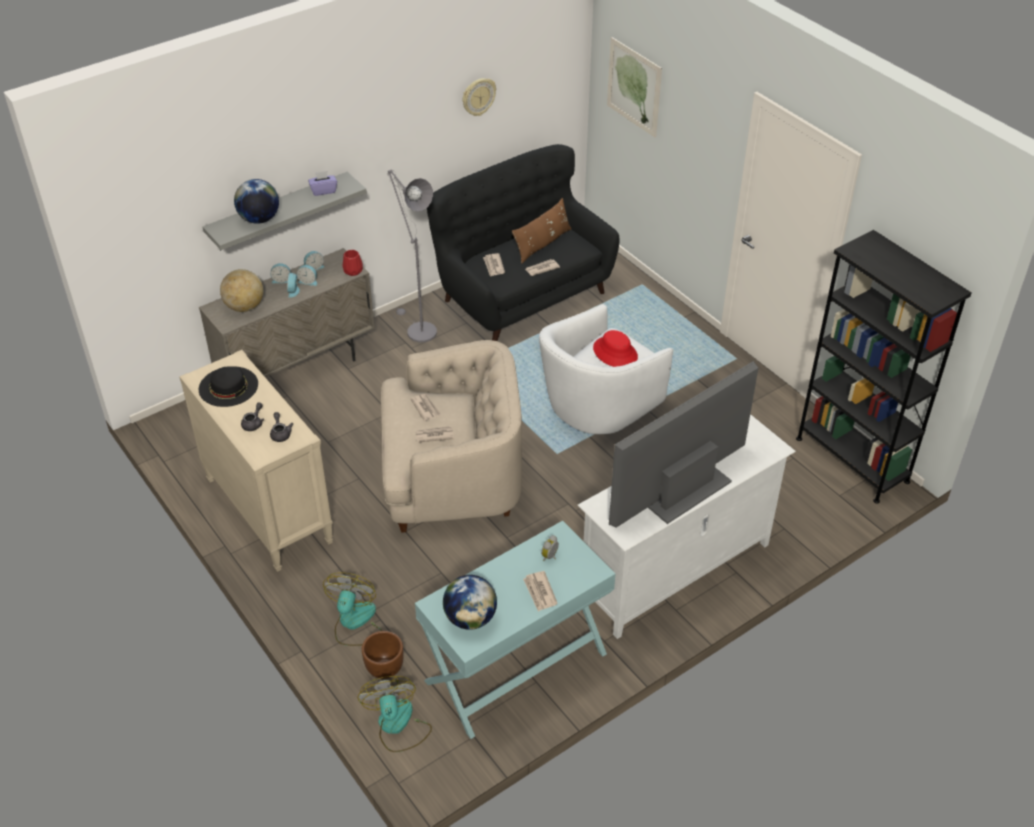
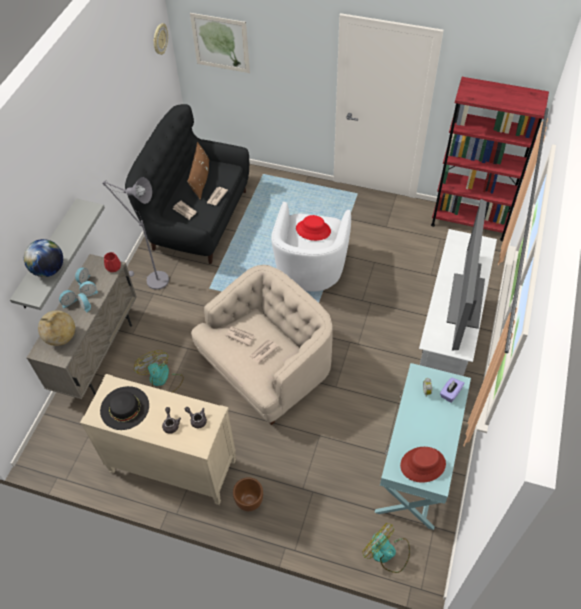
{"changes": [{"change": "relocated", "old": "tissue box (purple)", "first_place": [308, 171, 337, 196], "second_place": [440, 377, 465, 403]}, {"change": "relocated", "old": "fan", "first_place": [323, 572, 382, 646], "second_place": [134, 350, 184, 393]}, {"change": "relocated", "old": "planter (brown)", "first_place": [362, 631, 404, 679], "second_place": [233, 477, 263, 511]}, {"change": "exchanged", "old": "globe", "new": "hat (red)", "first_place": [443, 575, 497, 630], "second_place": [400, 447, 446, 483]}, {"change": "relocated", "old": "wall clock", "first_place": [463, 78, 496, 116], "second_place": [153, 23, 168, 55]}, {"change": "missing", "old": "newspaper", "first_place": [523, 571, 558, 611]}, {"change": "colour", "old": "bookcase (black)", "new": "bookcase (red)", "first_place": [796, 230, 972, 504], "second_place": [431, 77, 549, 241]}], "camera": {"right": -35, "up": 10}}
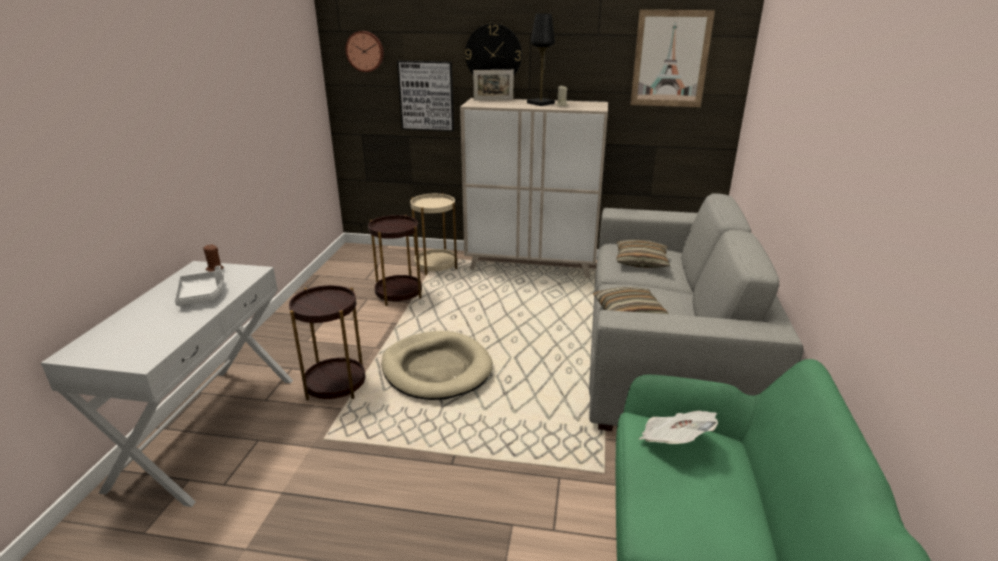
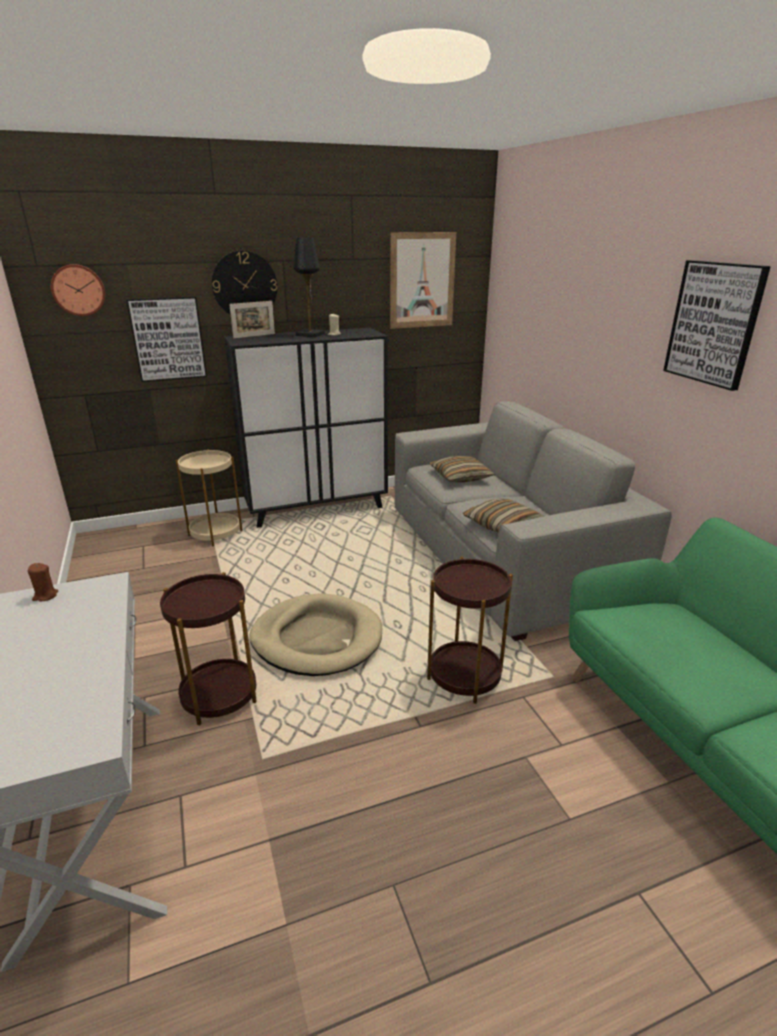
{"changes": [{"change": "missing", "old": "tray (grey)", "first_place": [175, 266, 224, 306]}, {"change": "relocated", "old": "side table (brown)", "first_place": [368, 215, 422, 306], "second_place": [427, 557, 513, 704]}, {"change": "colour", "old": "cabinet (beige)", "new": "cabinet (black)", "first_place": [460, 98, 608, 278], "second_place": [224, 328, 388, 528]}, {"change": "missing", "old": "newspaper", "first_place": [639, 411, 718, 444]}, {"change": "appeared", "new": "picture", "second_place": [663, 260, 771, 391]}], "camera": {"right": -30, "up": 0}}
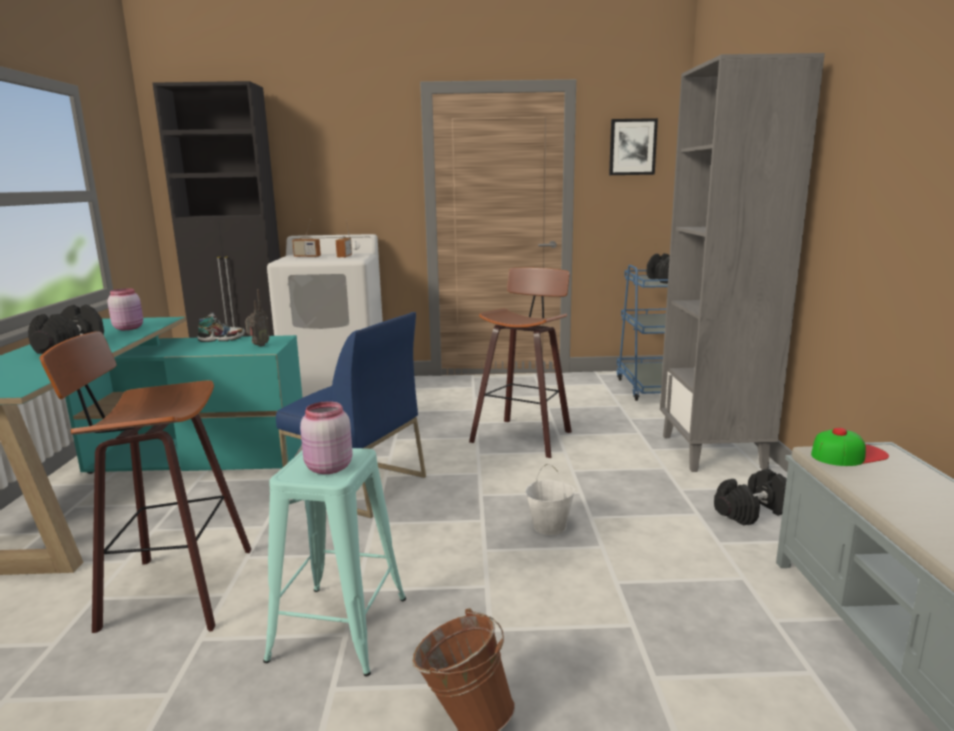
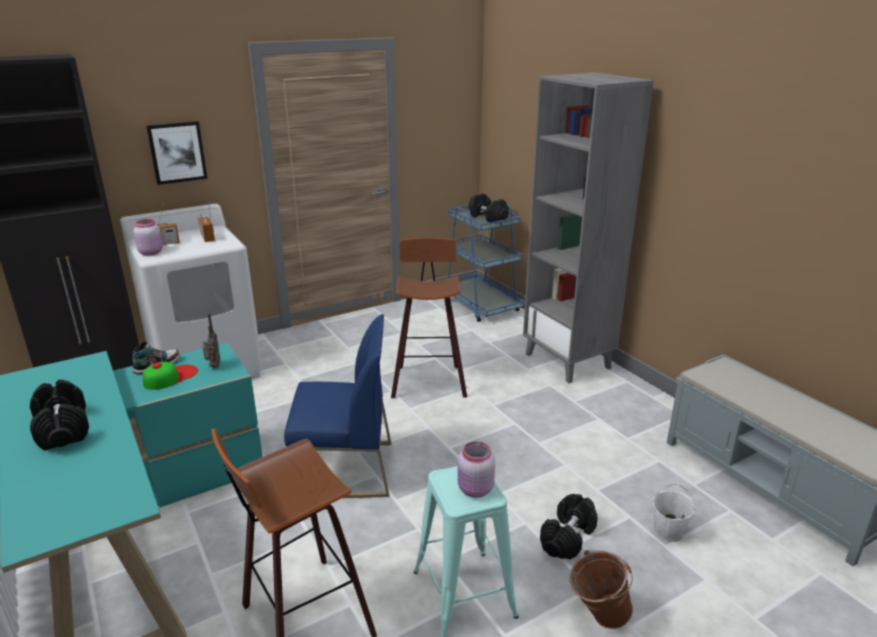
{"changes": [{"change": "relocated", "old": "jar (pink)", "first_place": [107, 288, 143, 330], "second_place": [133, 219, 163, 256]}, {"change": "relocated", "old": "bucket (white)", "first_place": [525, 464, 575, 535], "second_place": [652, 484, 696, 542]}, {"change": "relocated", "old": "picture", "first_place": [609, 118, 658, 175], "second_place": [146, 121, 208, 185]}, {"change": "relocated", "old": "dumbbell (black)", "first_place": [714, 469, 787, 526], "second_place": [540, 494, 598, 559]}, {"change": "relocated", "old": "cap", "first_place": [811, 428, 889, 466], "second_place": [143, 362, 198, 390]}], "camera": {"right": -30, "up": 10}}
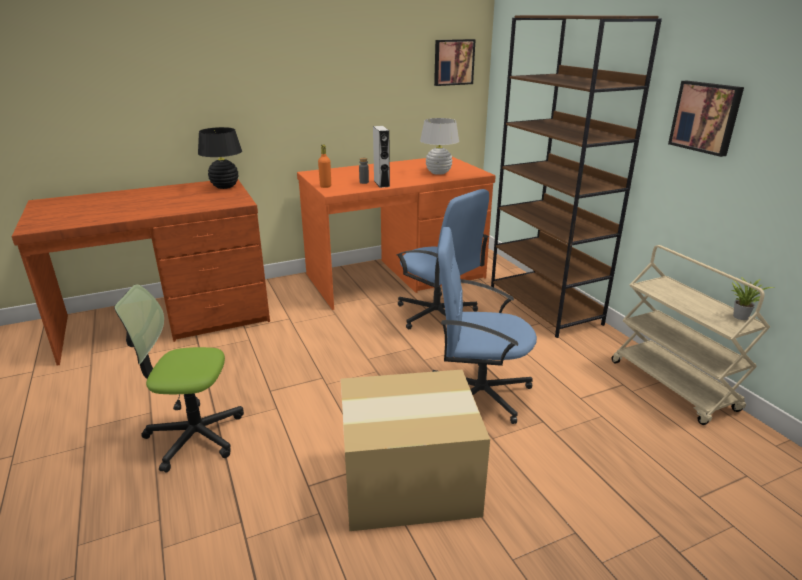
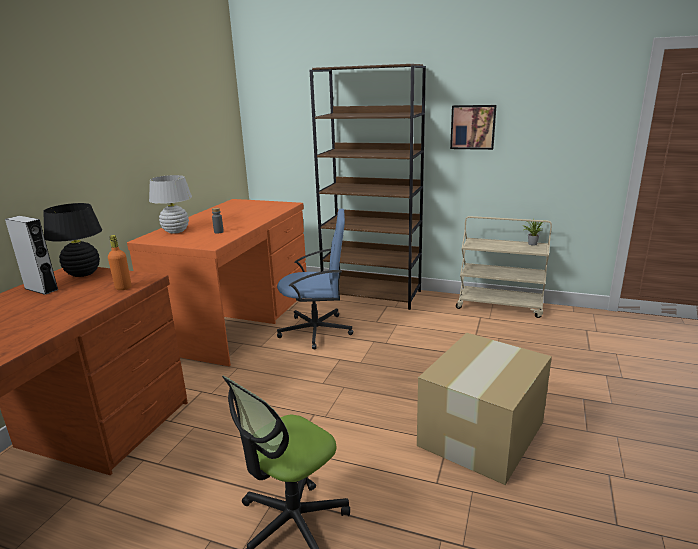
{"changes": [{"change": "relocated", "old": "bottle (orange)", "first_place": [318, 145, 331, 188], "second_place": [108, 235, 131, 290]}, {"change": "relocated", "old": "speaker (grey)", "first_place": [373, 126, 390, 188], "second_place": [5, 216, 59, 295]}, {"change": "relocated", "old": "table lamp (white)", "first_place": [420, 118, 459, 175], "second_place": [149, 175, 192, 234]}, {"change": "missing", "old": "office chair (blue)", "first_place": [432, 227, 537, 424]}, {"change": "missing", "old": "picture", "first_place": [434, 39, 476, 86]}], "camera": {"right": -45, "up": -5}}
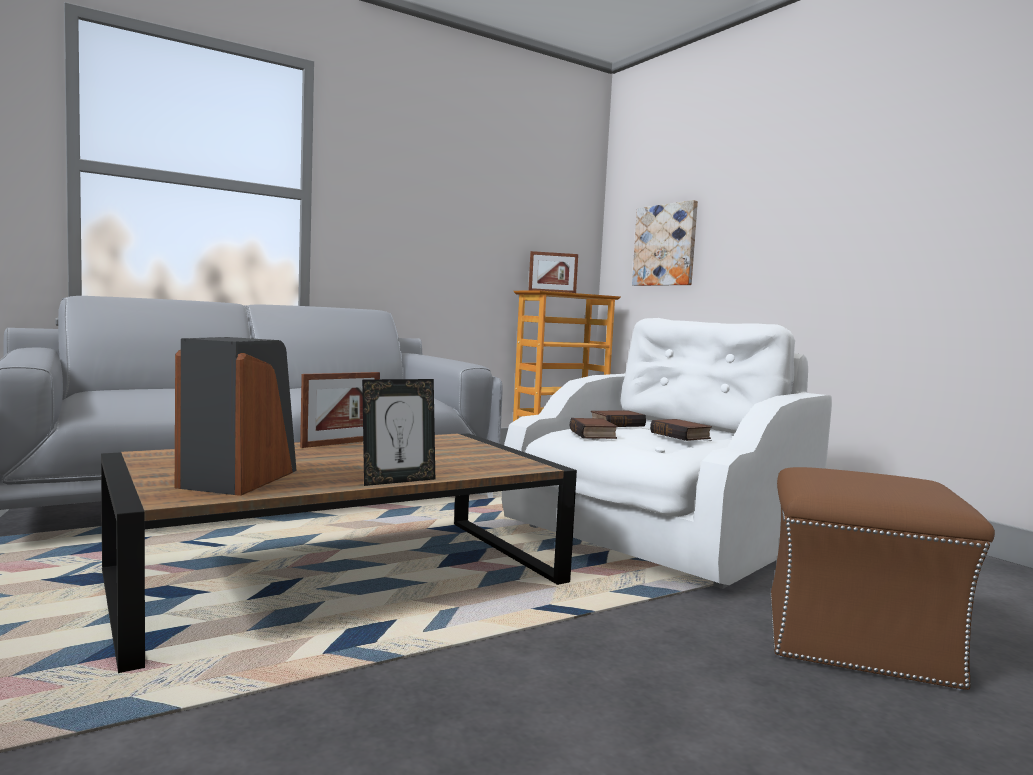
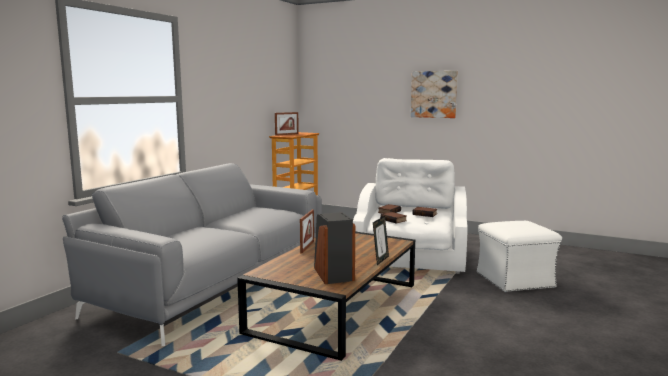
{"changes": [{"change": "relocated", "old": "picture", "first_place": [632, 200, 698, 286], "second_place": [411, 71, 458, 118]}, {"change": "colour", "old": "ottoman (brown)", "new": "ottoman (white)", "first_place": [770, 467, 995, 691], "second_place": [477, 221, 562, 292]}], "camera": {"right": -30, "up": 5}}
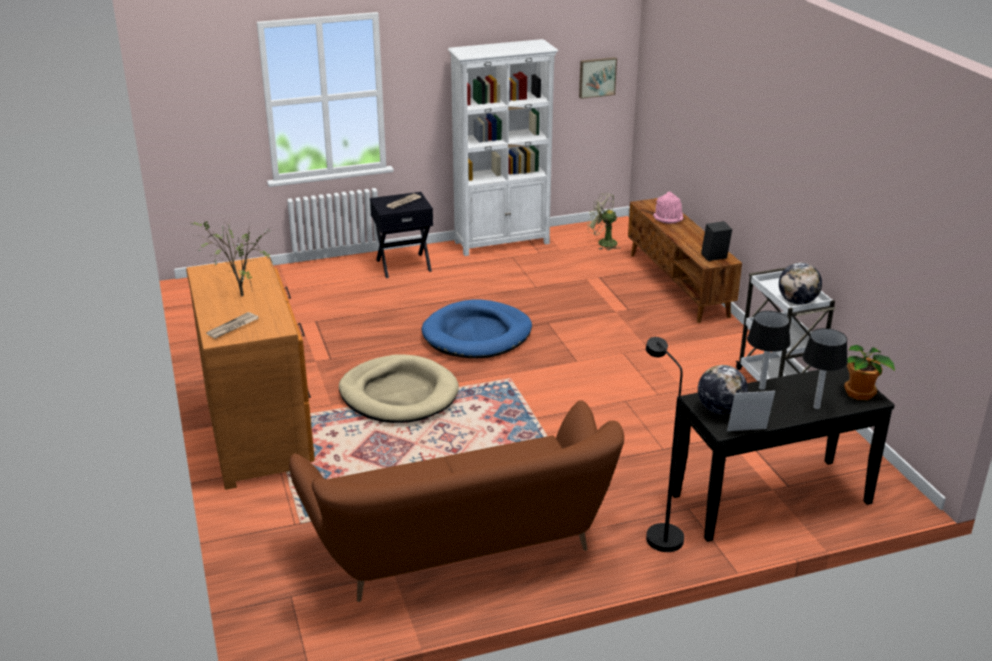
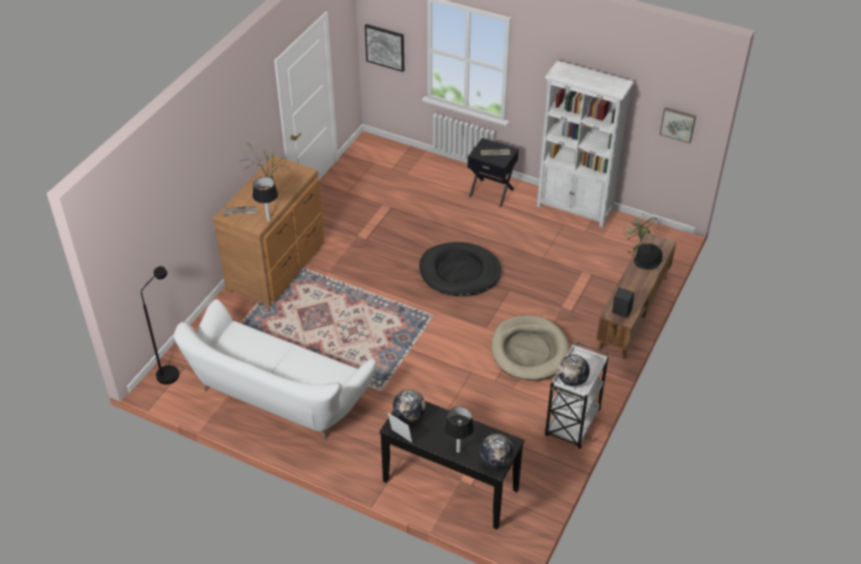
{"changes": [{"change": "colour", "old": "sofa (brown)", "new": "sofa (white)", "first_place": [289, 400, 624, 602], "second_place": [174, 299, 376, 441]}, {"change": "relocated", "old": "dog bed (beige)", "first_place": [339, 354, 459, 423], "second_place": [491, 315, 570, 381]}, {"change": "colour", "old": "dog bed (blue)", "new": "dog bed (black)", "first_place": [422, 299, 532, 358], "second_place": [419, 242, 501, 296]}, {"change": "relocated", "old": "floor lamp (black)", "first_place": [646, 337, 684, 552], "second_place": [141, 266, 179, 385]}, {"change": "colour", "old": "hat (pink)", "new": "hat (black)", "first_place": [653, 192, 683, 224], "second_place": [634, 243, 663, 270]}, {"change": "relocated", "old": "table lamp", "first_place": [747, 311, 791, 390], "second_place": [253, 177, 278, 221]}, {"change": "exchanged", "old": "potted plant", "new": "globe", "first_place": [844, 345, 895, 400], "second_place": [480, 434, 514, 468]}, {"change": "appeared", "new": "picture", "second_place": [365, 24, 404, 72]}], "camera": {"right": 45, "up": 15}}
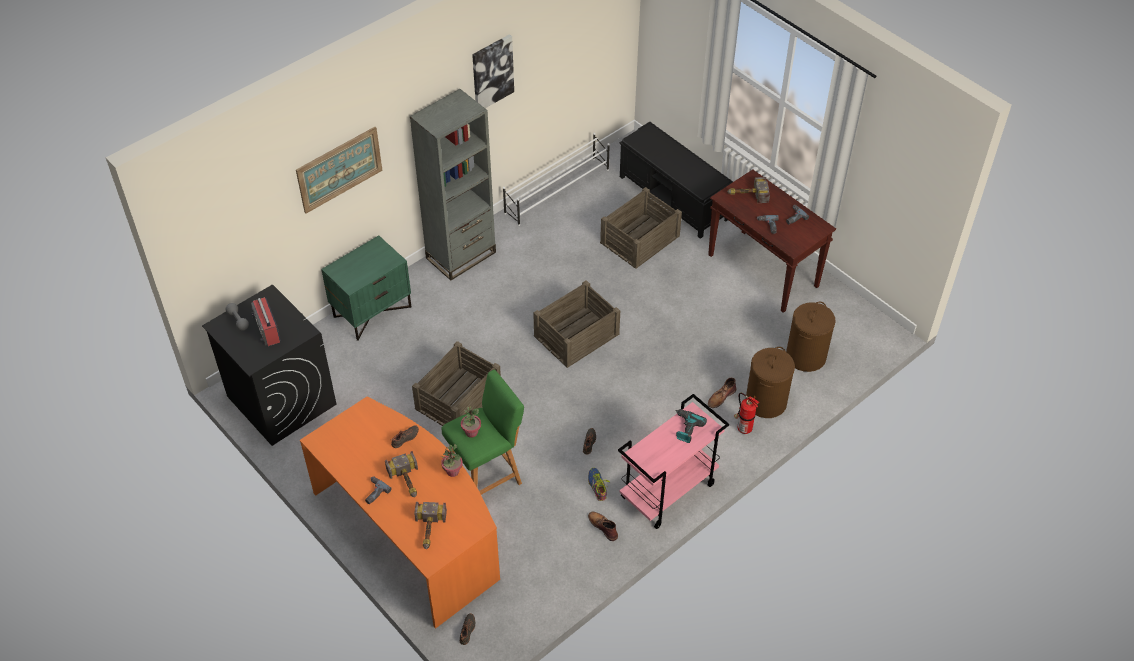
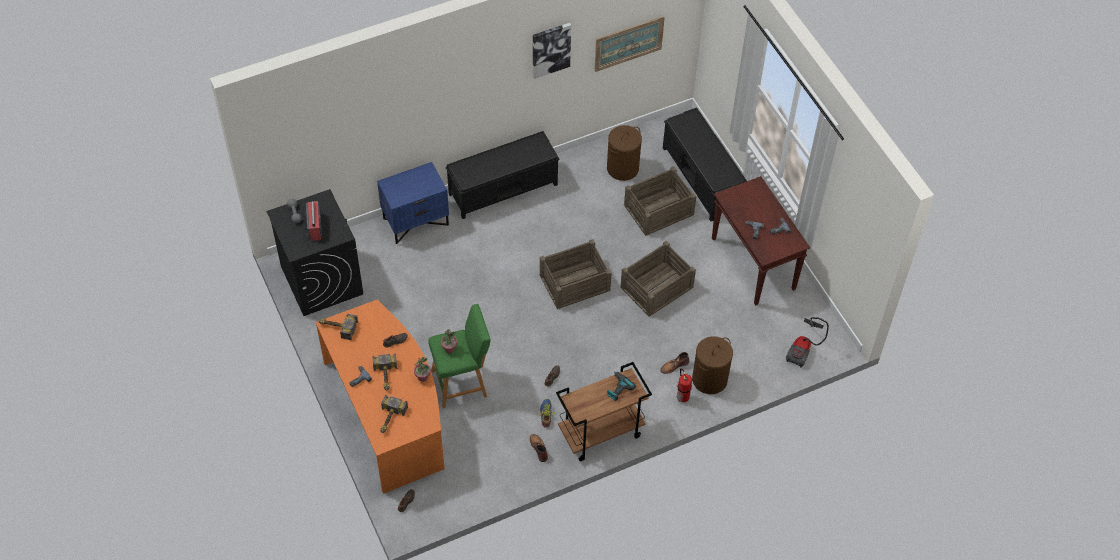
{"changes": [{"change": "relocated", "old": "picture", "first_place": [296, 127, 383, 214], "second_place": [595, 16, 665, 72]}, {"change": "colour", "old": "nightstand (green)", "new": "nightstand (blue)", "first_place": [321, 235, 412, 341], "second_place": [377, 162, 449, 244]}, {"change": "exchanged", "old": "bookcase (grey)", "new": "bench (black)", "first_place": [410, 89, 496, 280], "second_place": [446, 131, 559, 219]}, {"change": "relocated", "old": "crate", "first_place": [412, 341, 501, 426], "second_place": [620, 241, 696, 317]}, {"change": "missing", "old": "shoe rack (white)", "first_place": [503, 133, 610, 226]}, {"change": "colour", "old": "cart (pink)", "new": "cart (brown)", "first_place": [618, 394, 729, 529], "second_place": [556, 362, 652, 461]}, {"change": "relocated", "old": "hammer", "first_place": [727, 177, 770, 203], "second_place": [318, 314, 358, 340]}, {"change": "relocated", "old": "laundry basket (brown)", "first_place": [786, 302, 836, 372], "second_place": [607, 125, 642, 181]}, {"change": "appeared", "new": "vacuum cleaner", "second_place": [786, 317, 829, 368]}], "camera": {"right": 15, "up": 5}}
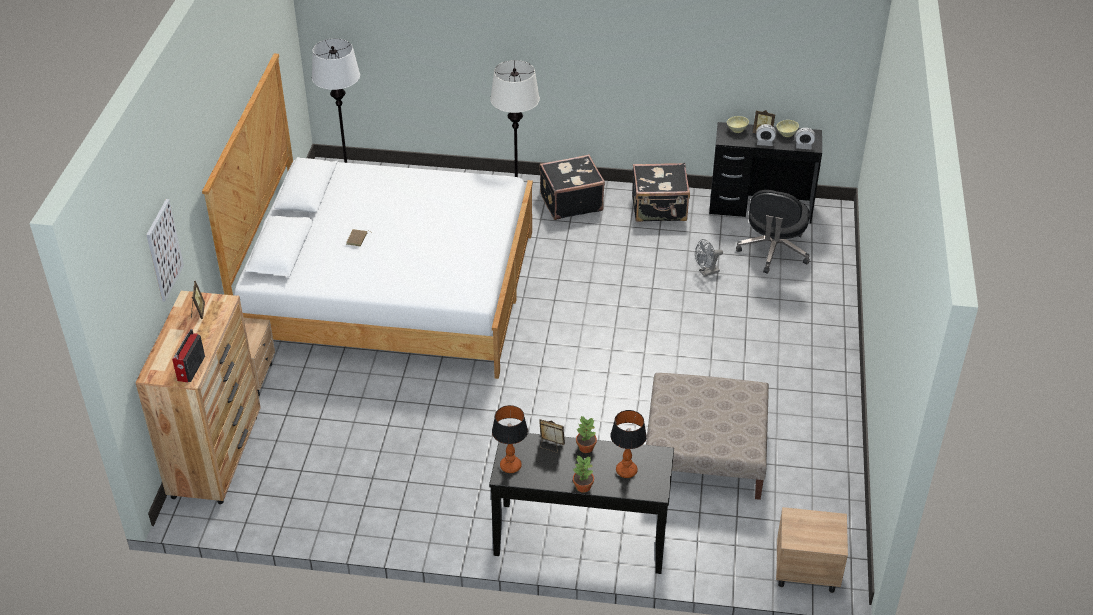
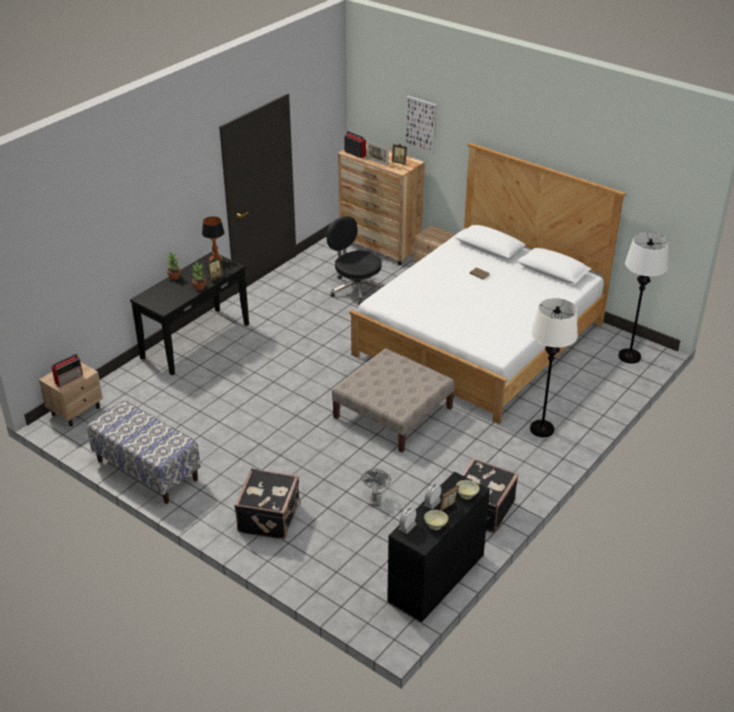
{"changes": [{"change": "relocated", "old": "suitcase (black)", "first_place": [539, 154, 605, 220], "second_place": [234, 468, 301, 539]}, {"change": "missing", "old": "table lamp", "first_place": [610, 410, 647, 478]}, {"change": "relocated", "old": "ottoman (beige)", "first_place": [646, 373, 769, 500], "second_place": [332, 348, 455, 453]}, {"change": "relocated", "old": "office chair (black)", "first_place": [736, 190, 810, 274], "second_place": [326, 216, 384, 305]}, {"change": "appeared", "new": "radio", "second_place": [51, 353, 83, 387]}, {"change": "appeared", "new": "bench", "second_place": [87, 401, 201, 504]}, {"change": "appeared", "new": "picture frame", "second_place": [367, 141, 389, 166]}], "camera": {"right": 120, "up": -5}}
